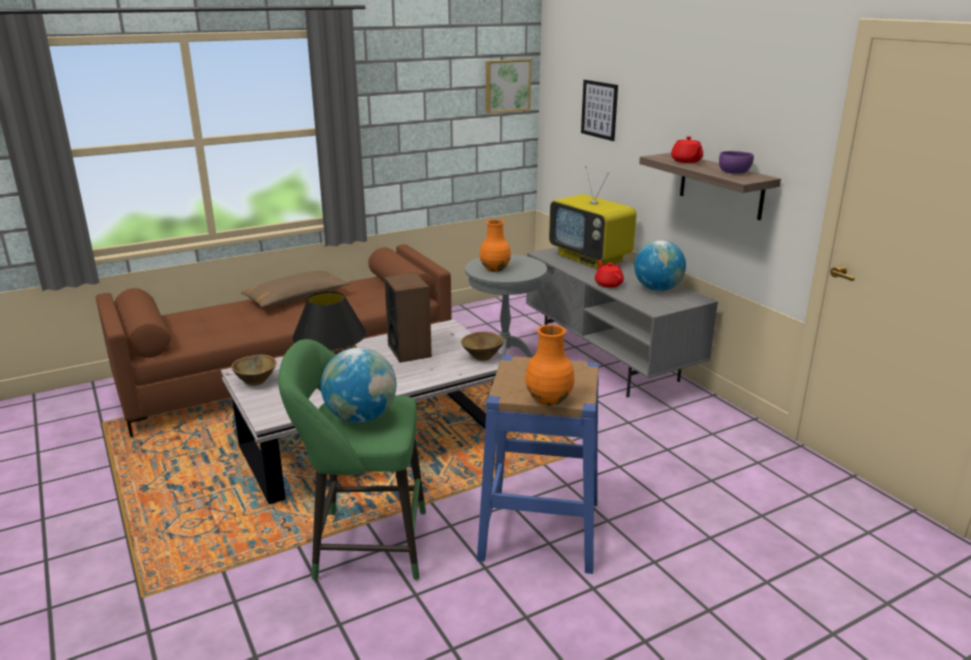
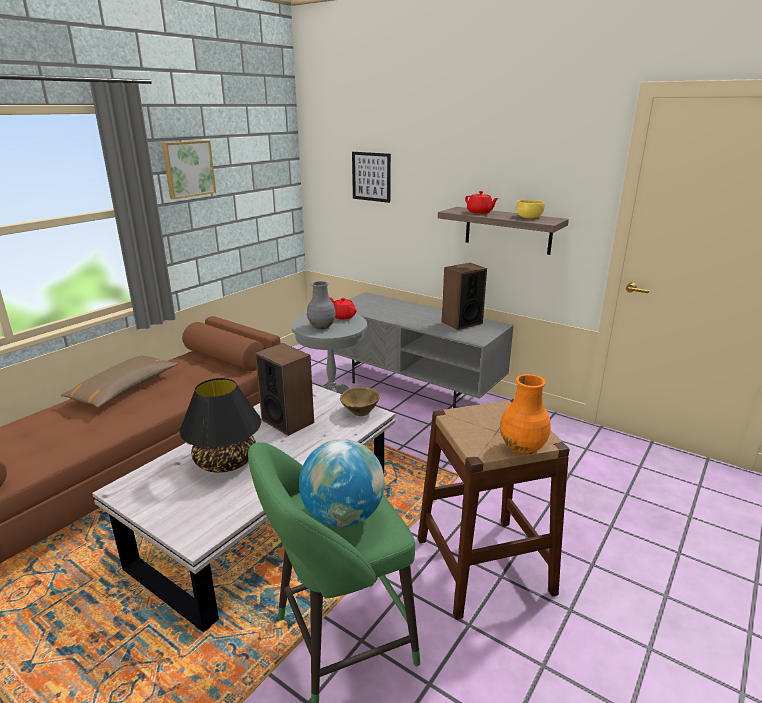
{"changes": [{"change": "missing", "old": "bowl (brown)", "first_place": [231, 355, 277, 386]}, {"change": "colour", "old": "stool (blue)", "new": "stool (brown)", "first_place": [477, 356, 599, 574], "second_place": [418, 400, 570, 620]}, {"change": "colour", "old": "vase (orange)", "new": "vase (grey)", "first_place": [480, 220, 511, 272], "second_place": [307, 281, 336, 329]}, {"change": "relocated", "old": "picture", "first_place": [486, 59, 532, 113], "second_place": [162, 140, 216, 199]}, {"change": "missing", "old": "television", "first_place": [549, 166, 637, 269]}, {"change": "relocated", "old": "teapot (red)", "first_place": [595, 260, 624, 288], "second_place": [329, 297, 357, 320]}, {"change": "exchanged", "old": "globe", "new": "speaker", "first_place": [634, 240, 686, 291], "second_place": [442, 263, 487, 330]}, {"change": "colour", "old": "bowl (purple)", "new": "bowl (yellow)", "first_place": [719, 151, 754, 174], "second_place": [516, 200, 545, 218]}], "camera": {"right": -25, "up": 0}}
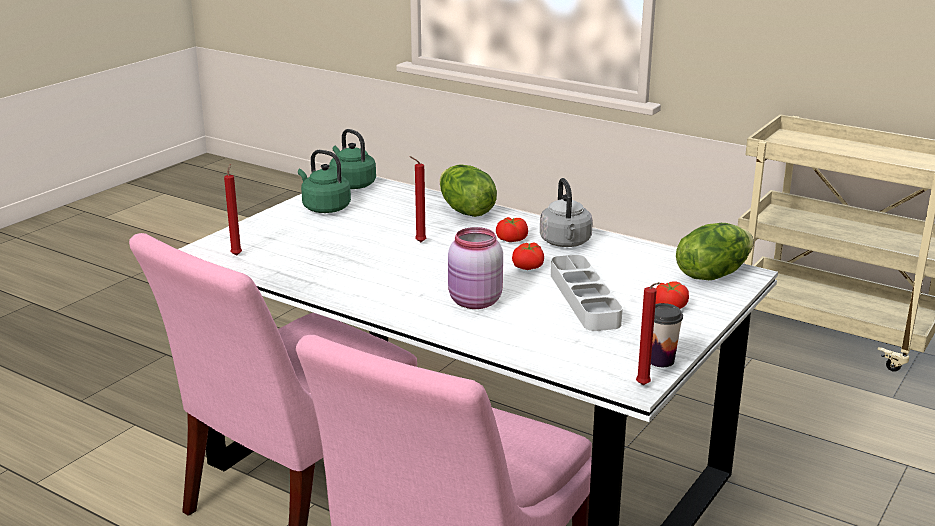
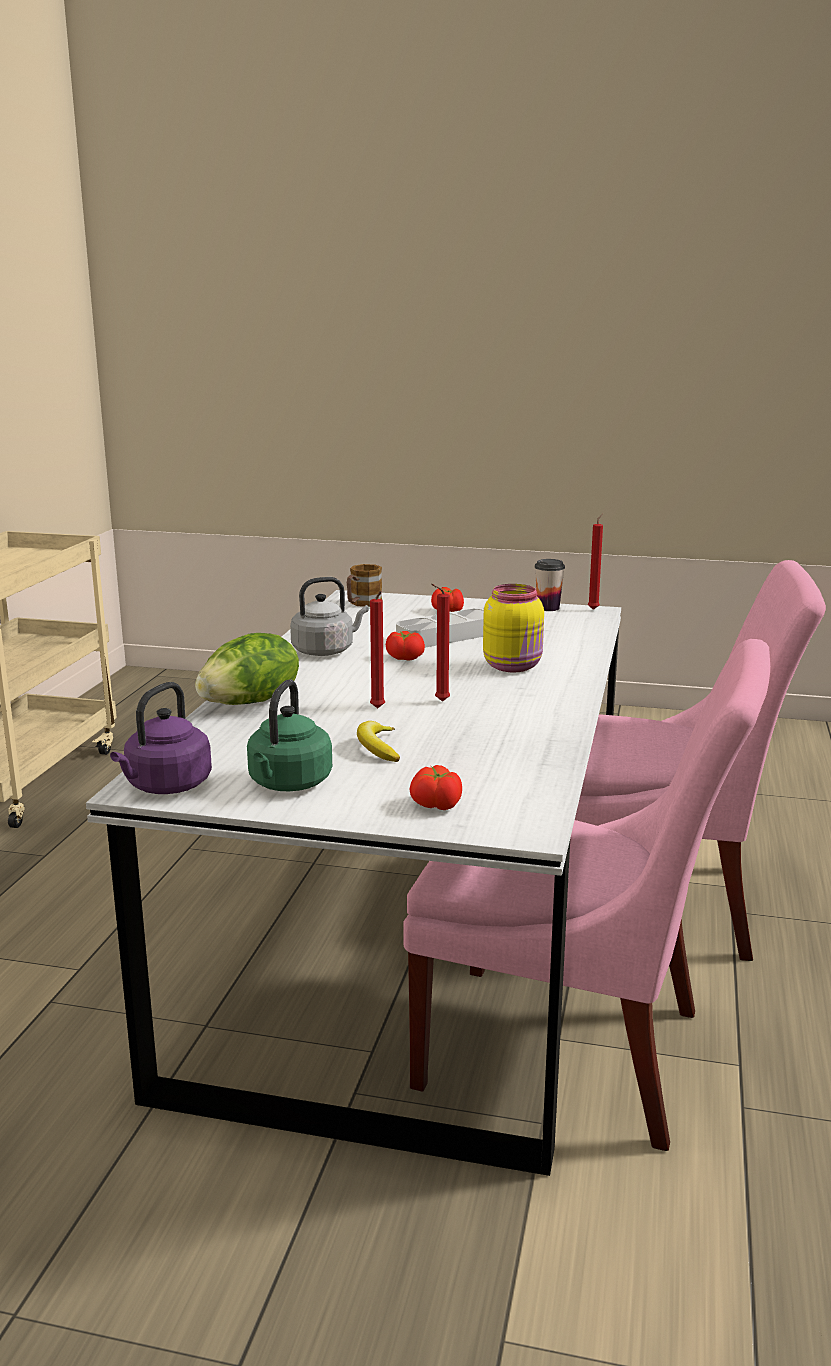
{"changes": [{"change": "relocated", "old": "candle (red)", "first_place": [224, 164, 242, 256], "second_place": [431, 584, 450, 702]}, {"change": "colour", "old": "kettle (green)", "new": "kettle (purple)", "first_place": [329, 129, 376, 189], "second_place": [110, 682, 212, 794]}, {"change": "colour", "old": "jar (pink)", "new": "jar (yellow)", "first_place": [448, 227, 503, 309], "second_place": [483, 584, 544, 672]}, {"change": "relocated", "old": "tomato", "first_place": [496, 217, 528, 242], "second_place": [409, 765, 462, 810]}, {"change": "exchanged", "old": "lettuce", "new": "mug", "first_place": [676, 223, 754, 280], "second_place": [347, 564, 382, 607]}, {"change": "appeared", "new": "banana", "second_place": [357, 721, 400, 762]}], "camera": {"right": -110, "up": -5}}
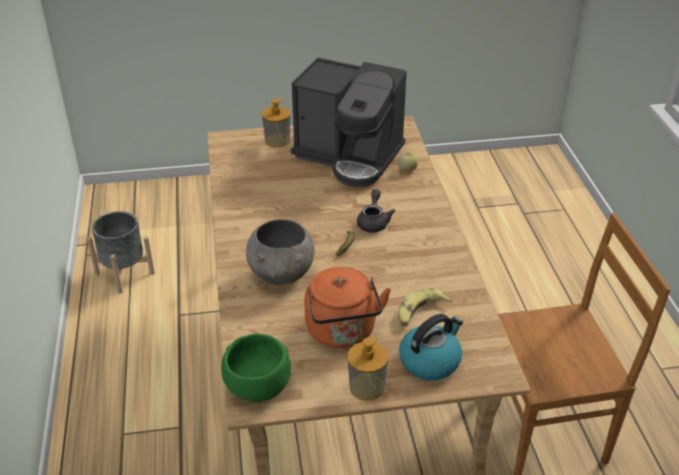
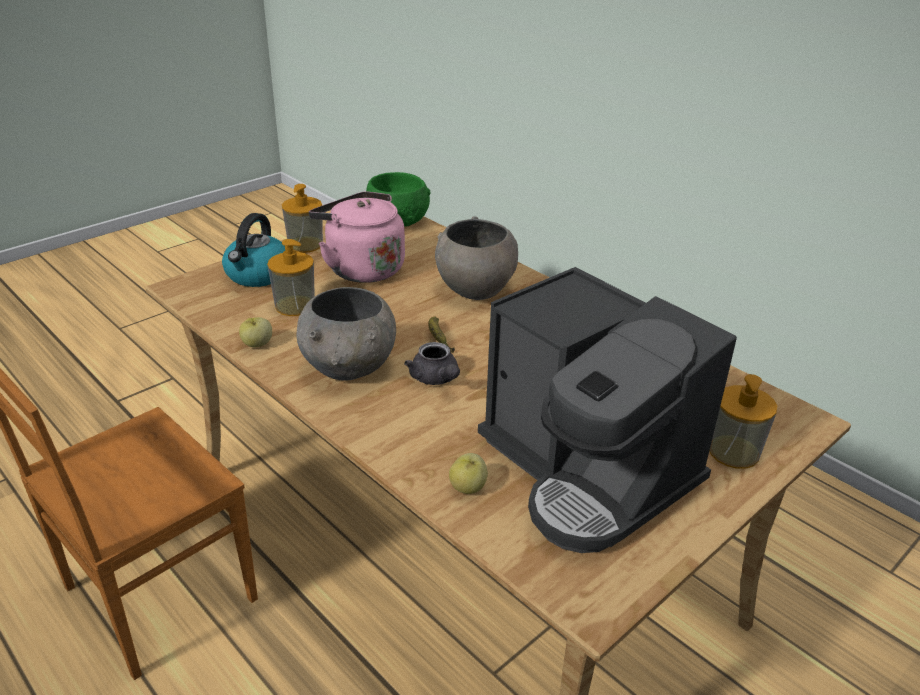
{"changes": [{"change": "missing", "old": "planter (grey)", "first_place": [87, 211, 155, 294]}, {"change": "spun", "old": "coffee machine", "first_place": [291, 57, 407, 188], "second_place": [478, 267, 737, 553], "degrees": -120}, {"change": "colour", "old": "kettle (orange)", "new": "kettle (pink)", "first_place": [304, 267, 391, 348], "second_place": [309, 191, 405, 283]}, {"change": "exchanged", "old": "banana", "new": "soap dispenser", "first_place": [398, 288, 452, 327], "second_place": [267, 239, 315, 316]}, {"change": "appeared", "new": "apple", "second_place": [239, 317, 272, 347]}, {"change": "appeared", "new": "bowl (grey)", "second_place": [297, 287, 396, 381]}], "camera": {"right": 145, "up": -5}}
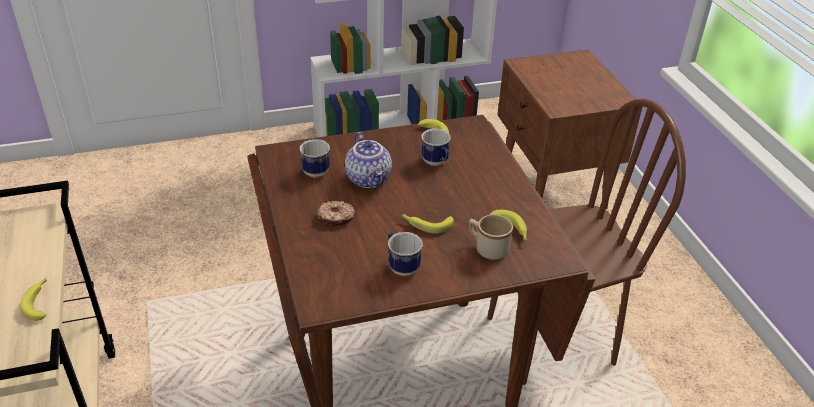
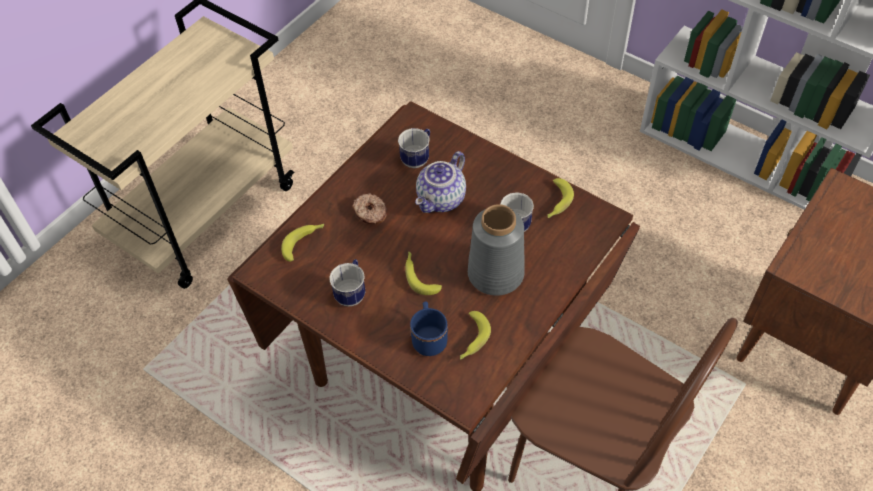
{"changes": [{"change": "relocated", "old": "banana", "first_place": [20, 277, 47, 321], "second_place": [281, 224, 324, 262]}, {"change": "colour", "old": "mug (beige)", "new": "mug (blue)", "first_place": [469, 214, 513, 260], "second_place": [410, 301, 448, 356]}, {"change": "appeared", "new": "vase (grey)", "second_place": [468, 204, 525, 296]}], "camera": {"right": 55, "up": 15}}
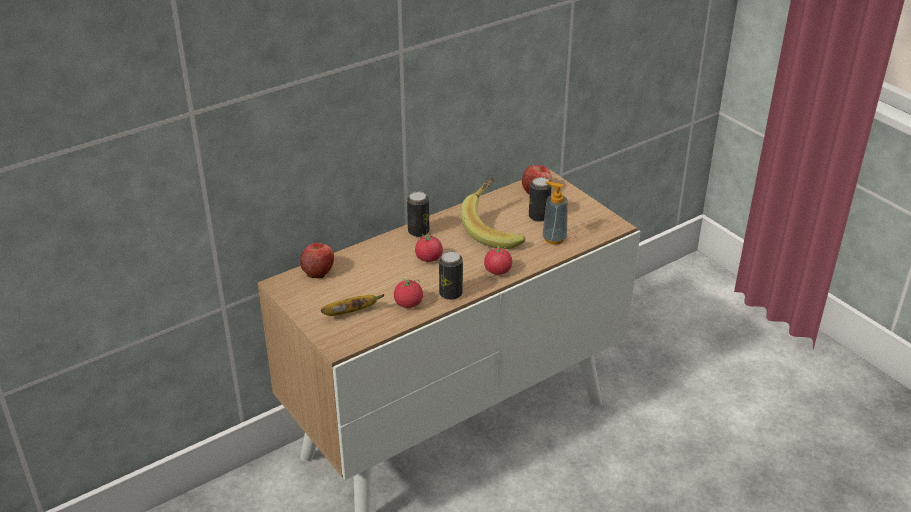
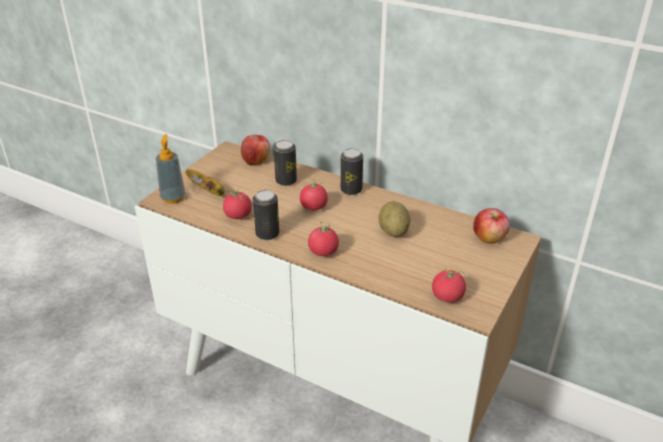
{"changes": [{"change": "exchanged", "old": "banana", "new": "potato", "first_place": [460, 177, 525, 249], "second_place": [378, 201, 410, 237]}, {"change": "relocated", "old": "can", "first_place": [529, 177, 552, 222], "second_place": [274, 140, 297, 186]}, {"change": "relocated", "old": "soap dispenser", "first_place": [542, 182, 568, 245], "second_place": [156, 134, 185, 204]}, {"change": "appeared", "new": "tomato", "second_place": [432, 268, 466, 302]}], "camera": {"right": 65, "up": 0}}
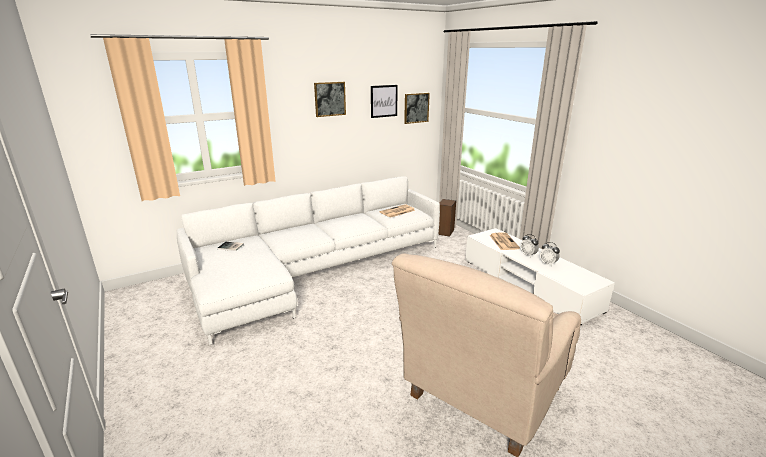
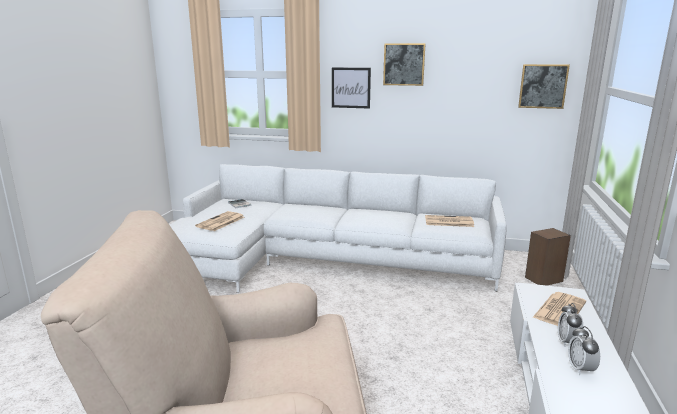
{"changes": [{"change": "relocated", "old": "picture", "first_place": [371, 85, 398, 118], "second_place": [332, 67, 371, 109]}, {"change": "appeared", "new": "newspaper", "second_place": [195, 211, 244, 231]}], "camera": {"right": 45, "up": -5}}
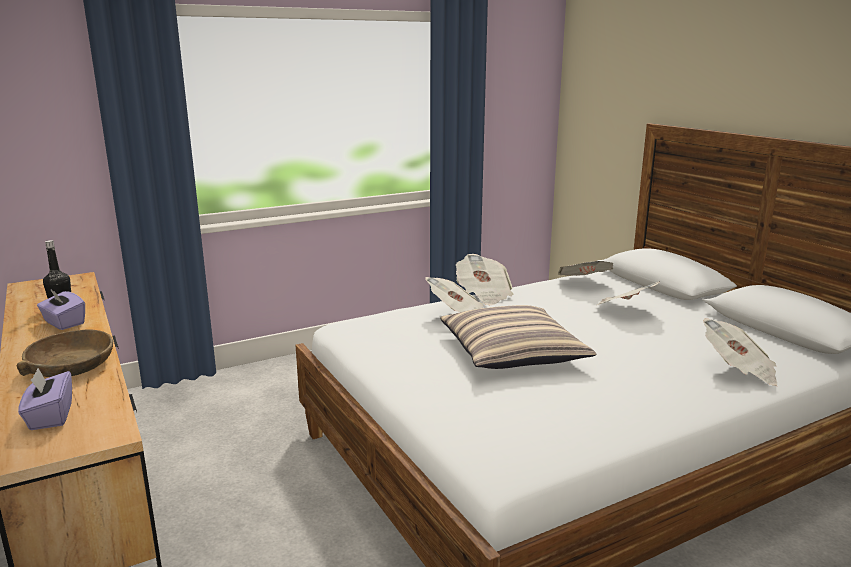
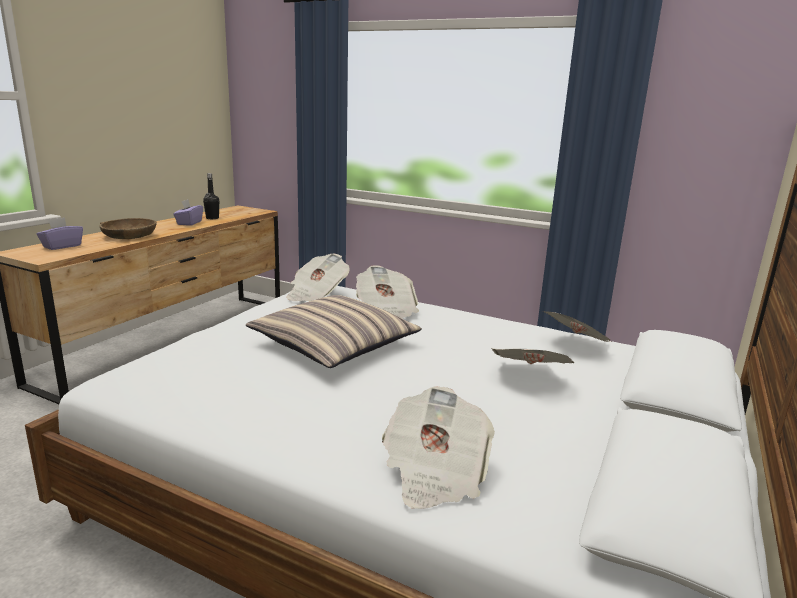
{"changes": [{"change": "relocated", "old": "newspaper", "first_place": [456, 254, 514, 306], "second_place": [286, 254, 350, 301]}], "camera": {"right": 55, "up": 0}}
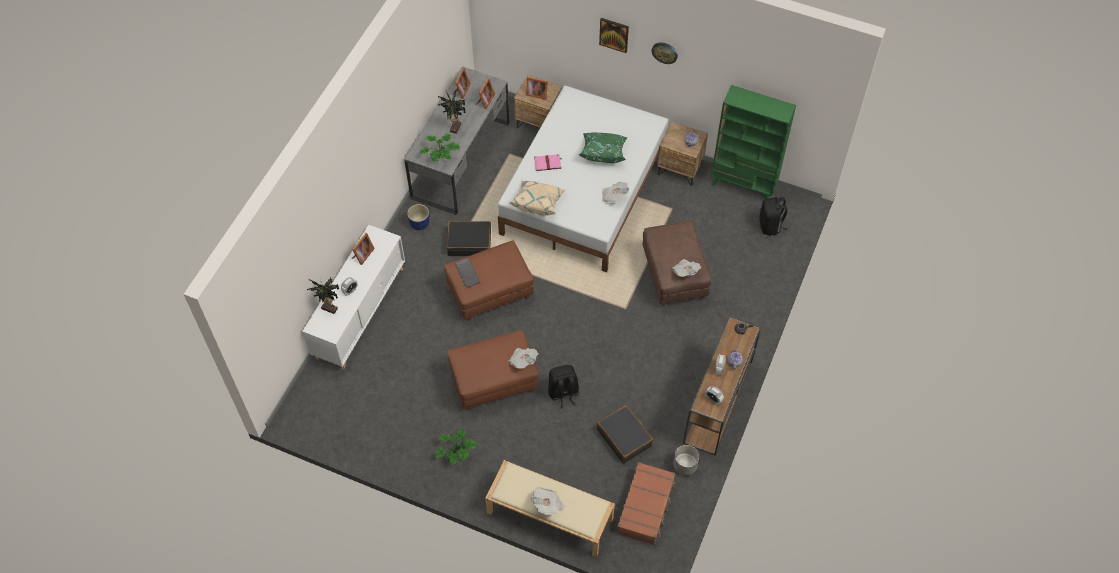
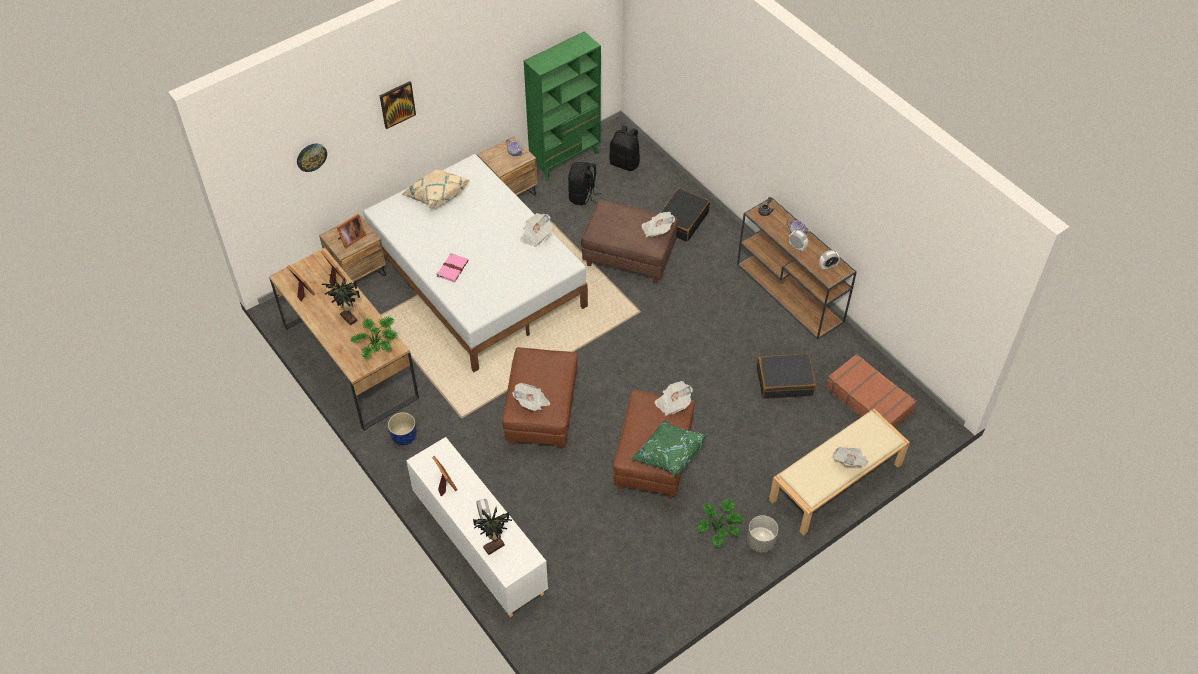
{"changes": [{"change": "colour", "old": "desk (grey)", "new": "desk (brown)", "first_place": [404, 66, 510, 215], "second_place": [269, 248, 419, 431]}, {"change": "relocated", "old": "suitcase (black)", "first_place": [447, 221, 491, 256], "second_place": [660, 188, 710, 242]}, {"change": "exchanged", "old": "keyboard", "new": "newspaper", "first_place": [455, 257, 480, 288], "second_place": [512, 383, 550, 411]}, {"change": "relocated", "old": "pillow (beige)", "first_place": [509, 180, 566, 216], "second_place": [401, 168, 470, 208]}, {"change": "relocated", "old": "backpack (black)", "first_place": [548, 365, 579, 408], "second_place": [568, 162, 601, 206]}, {"change": "relocated", "old": "pillow (green)", "first_place": [579, 132, 628, 163], "second_place": [630, 420, 708, 477]}, {"change": "relocated", "old": "wall clock", "first_place": [651, 42, 678, 64], "second_place": [297, 143, 327, 172]}, {"change": "relocated", "old": "planter (grey)", "first_place": [673, 445, 699, 475], "second_place": [747, 515, 778, 552]}], "camera": {"right": -60, "up": -5}}
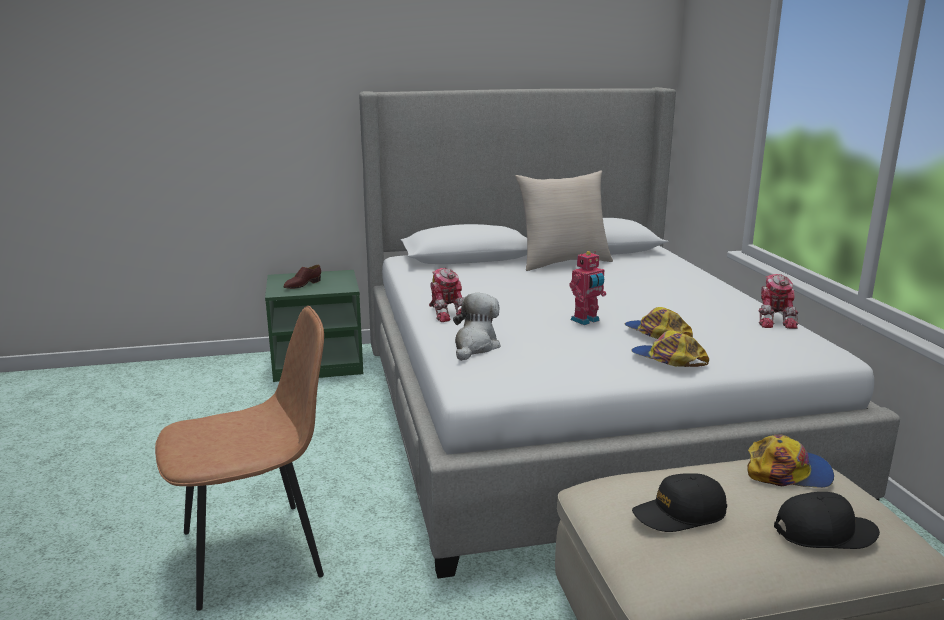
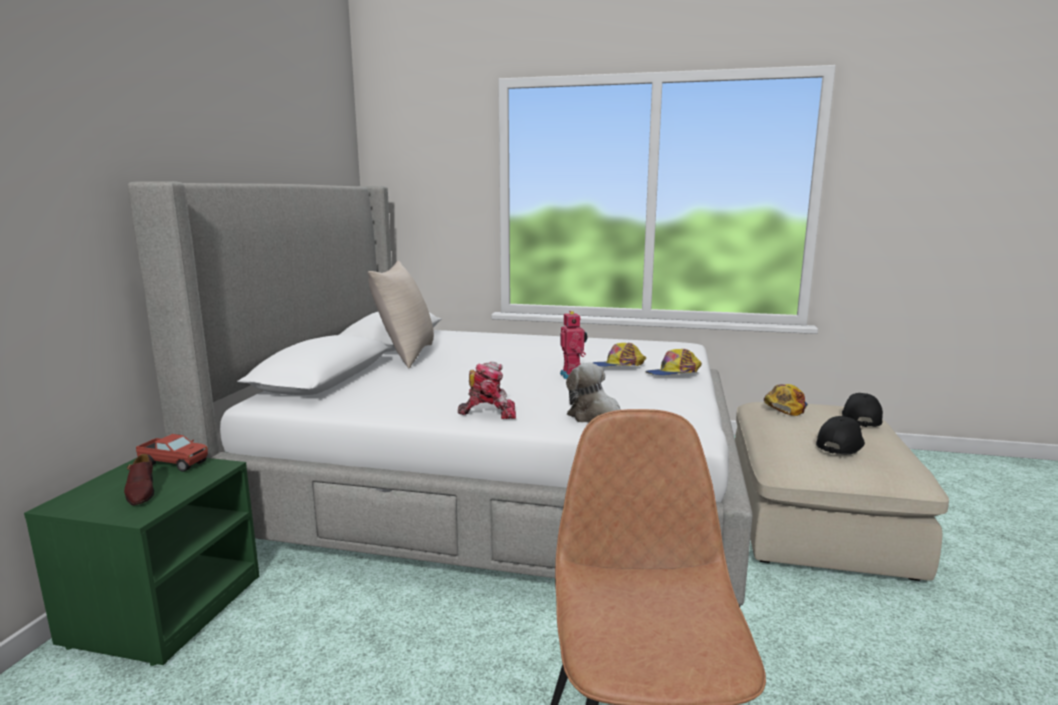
{"changes": [{"change": "spun", "old": "cap (black)", "first_place": [632, 473, 727, 532], "second_place": [816, 416, 865, 455], "degrees": -150}, {"change": "missing", "old": "toy robot", "first_place": [759, 274, 799, 329]}, {"change": "appeared", "new": "toy truck", "second_place": [136, 434, 208, 472]}], "camera": {"right": -65, "up": -5}}
